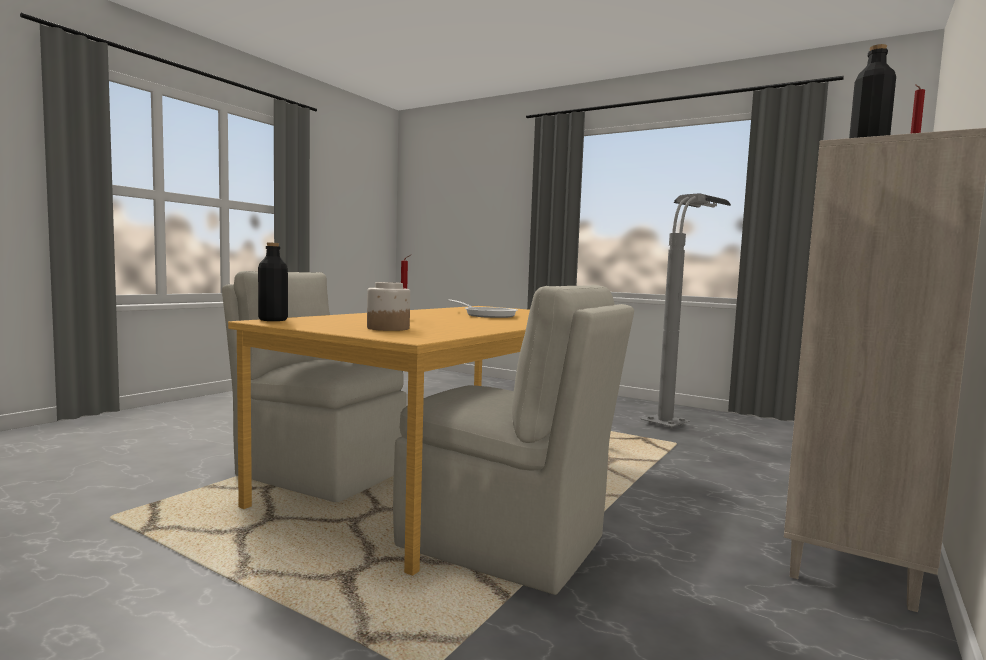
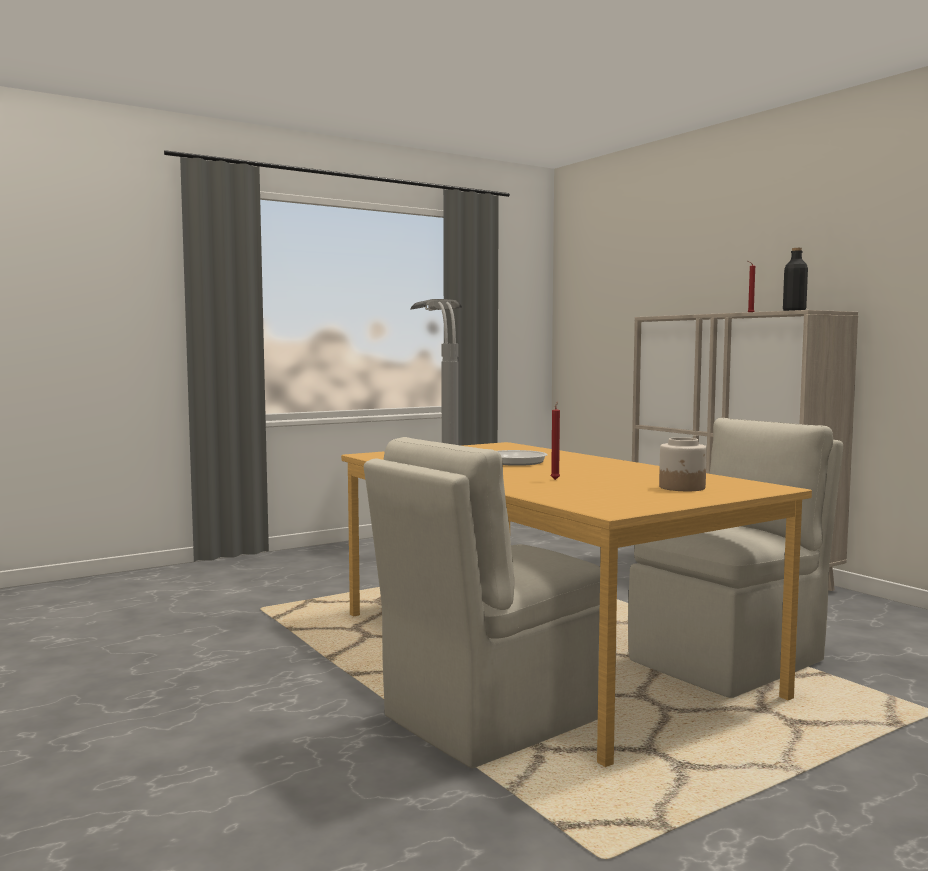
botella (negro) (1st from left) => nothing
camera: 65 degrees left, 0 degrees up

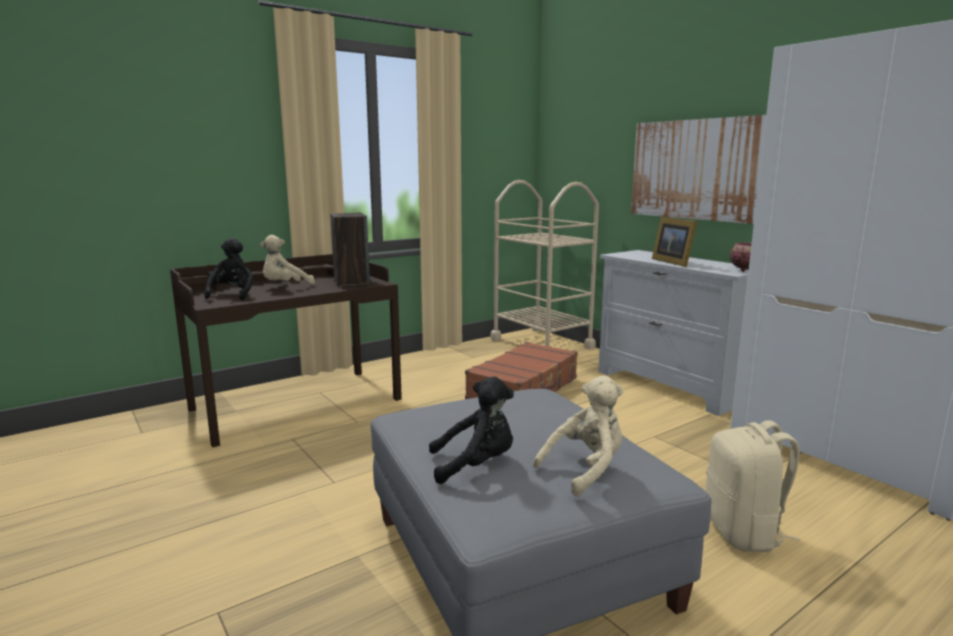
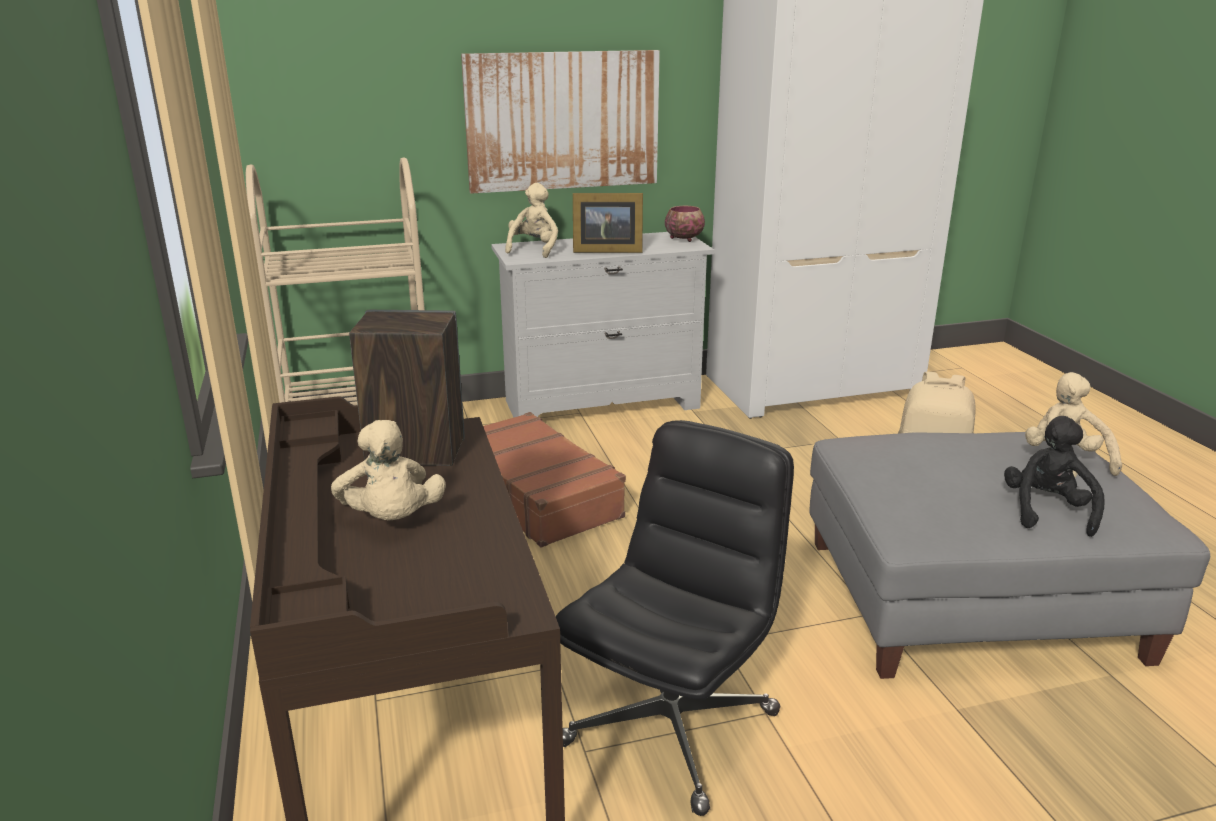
peluche (negro) (1st from left) => nothing
nothing => peluche (beis) (2nd from left)
nothing => silla de oficina (negro)
camera: 70 degrees left, 10 degrees up

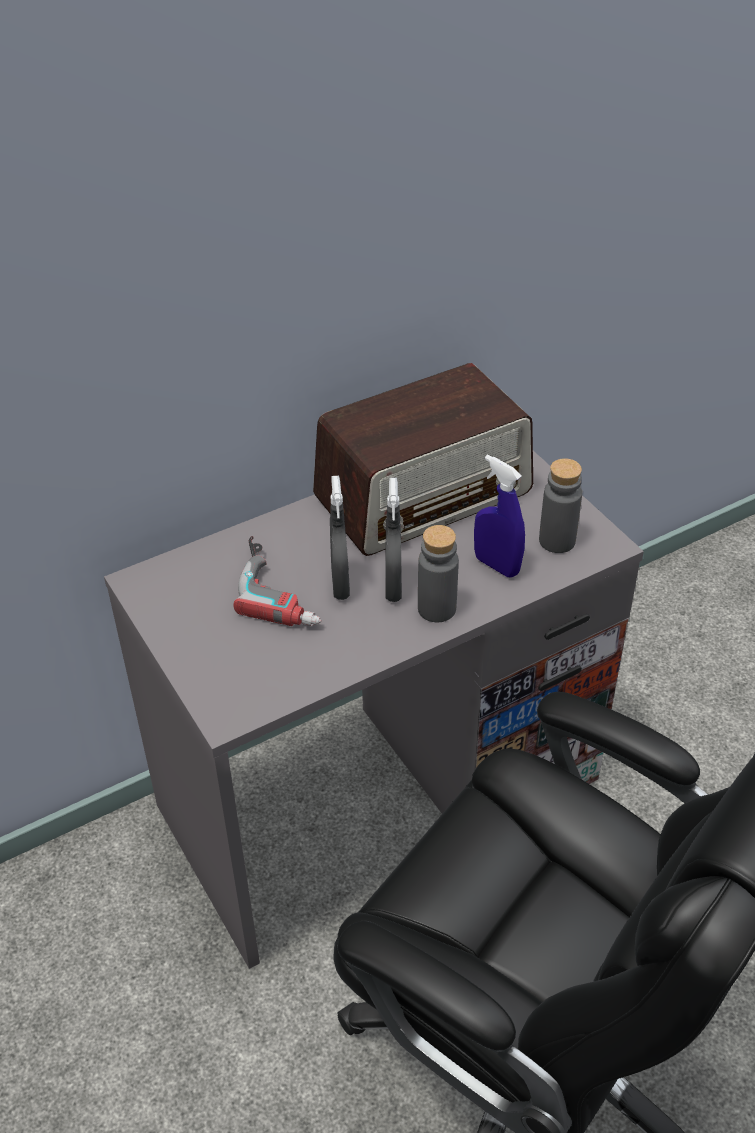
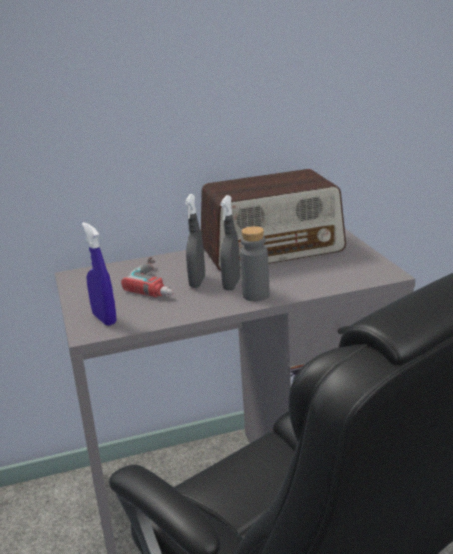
botella (gris) (2nd from left) => nothing
pulverizador (azul), moved
camera: 15 degrees right, 20 degrees down

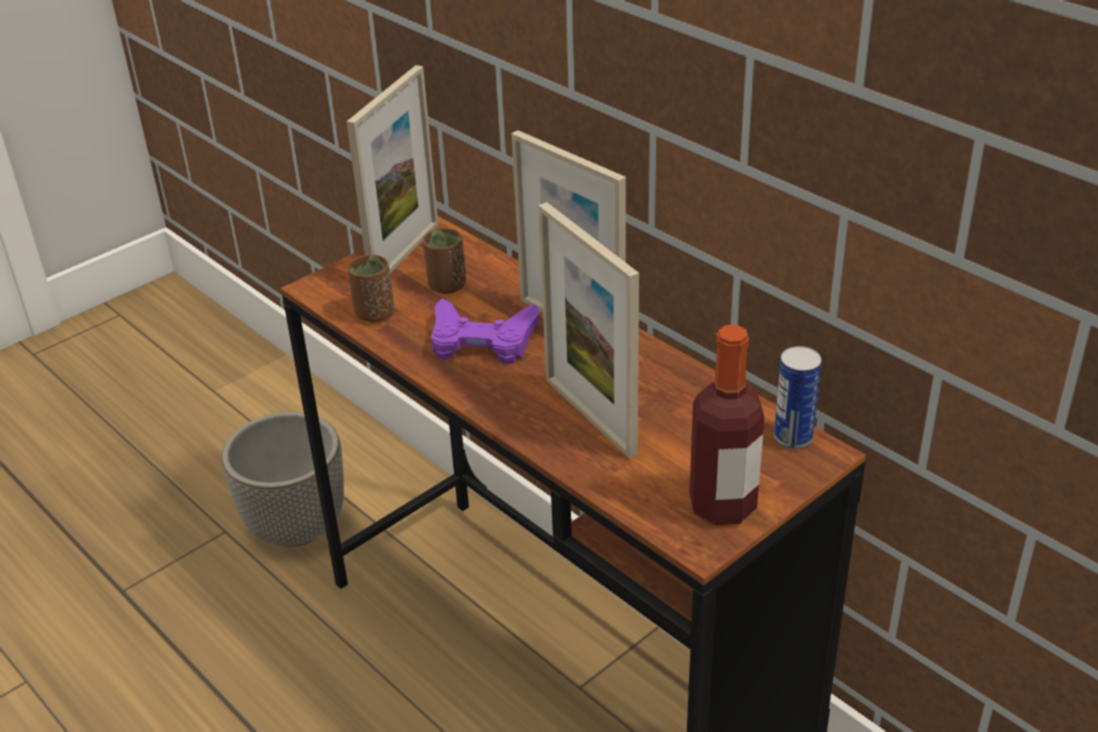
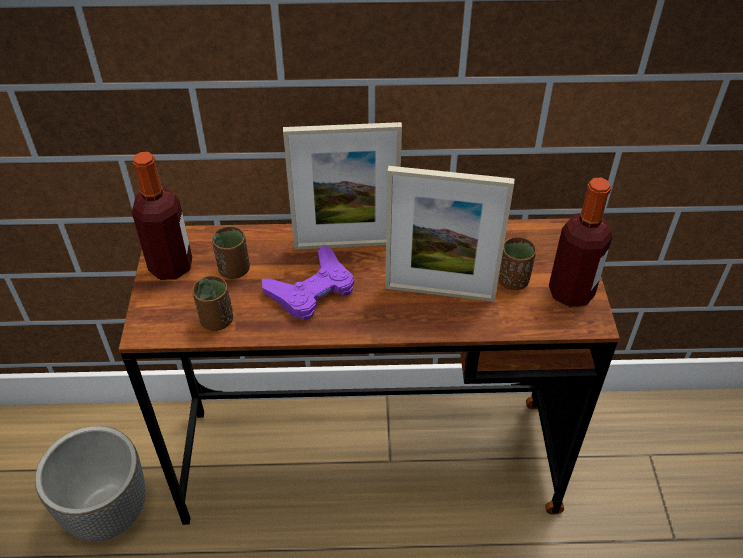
lata => nothing
nothing => taza (marrón) (3rd from left)
portarretratos (1st from left) => botella (1st from left)
camera: 50 degrees left, 10 degrees up

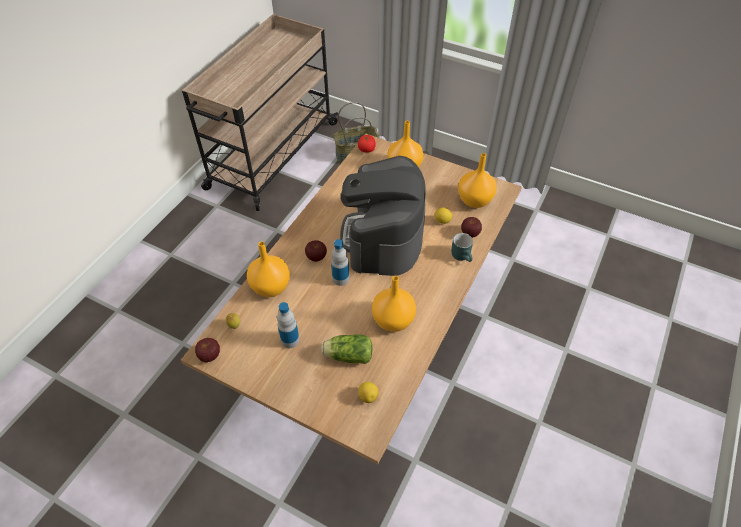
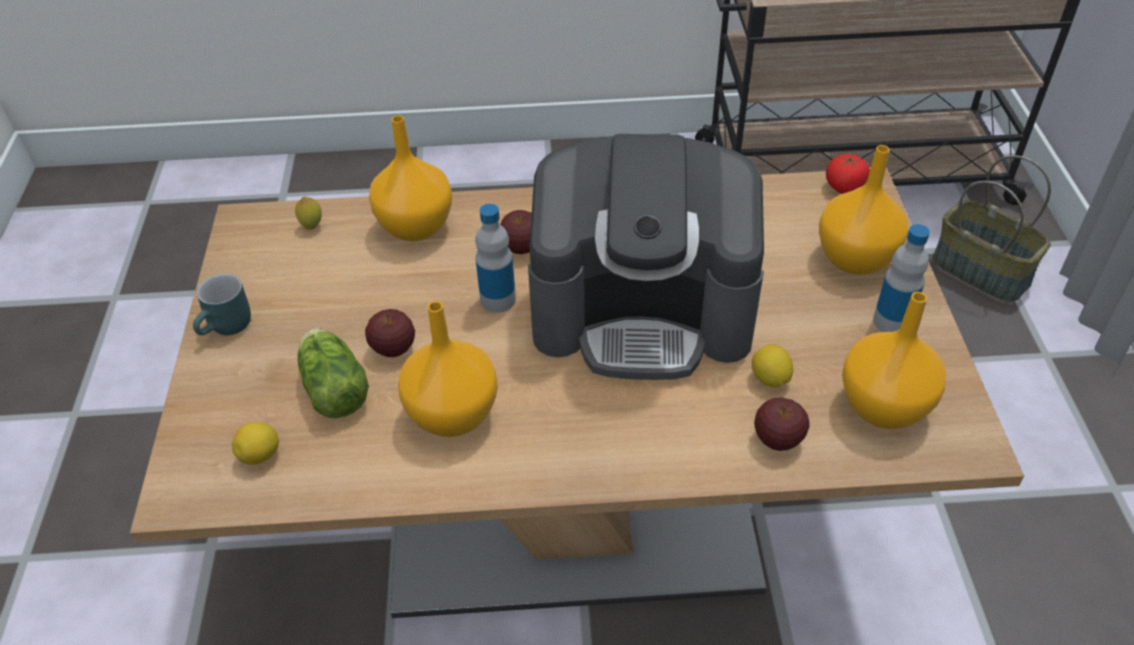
manzana (1st from left), moved
botella (1st from left in the first image) => botella (2nd from left), moved
taza grande (turquesa), moved
cafetera, 150 degrees counterclockwise
camera: 60 degrees right, 5 degrees down

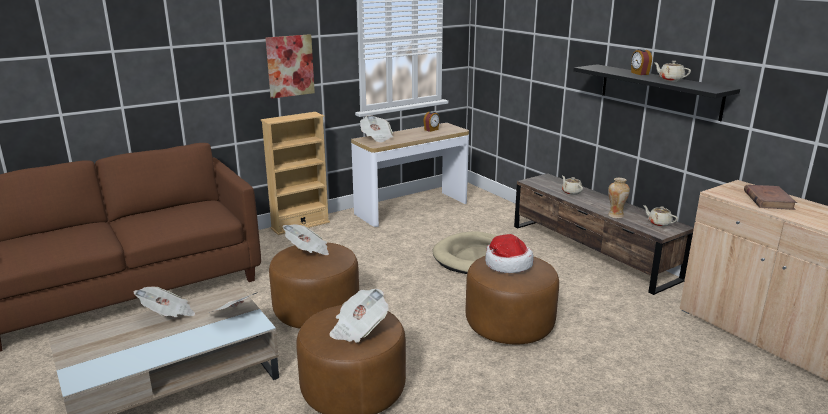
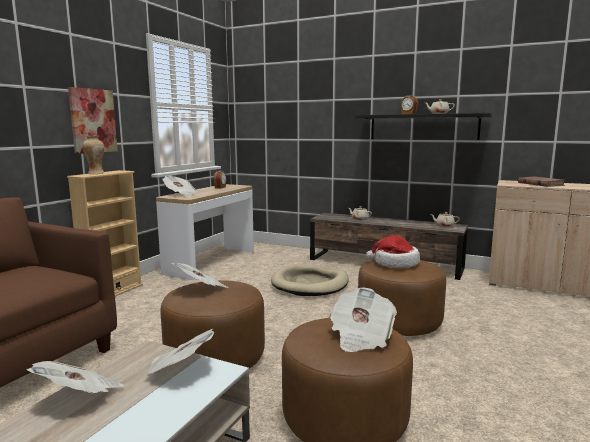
florero, moved
camera: 30 degrees left, 10 degrees down

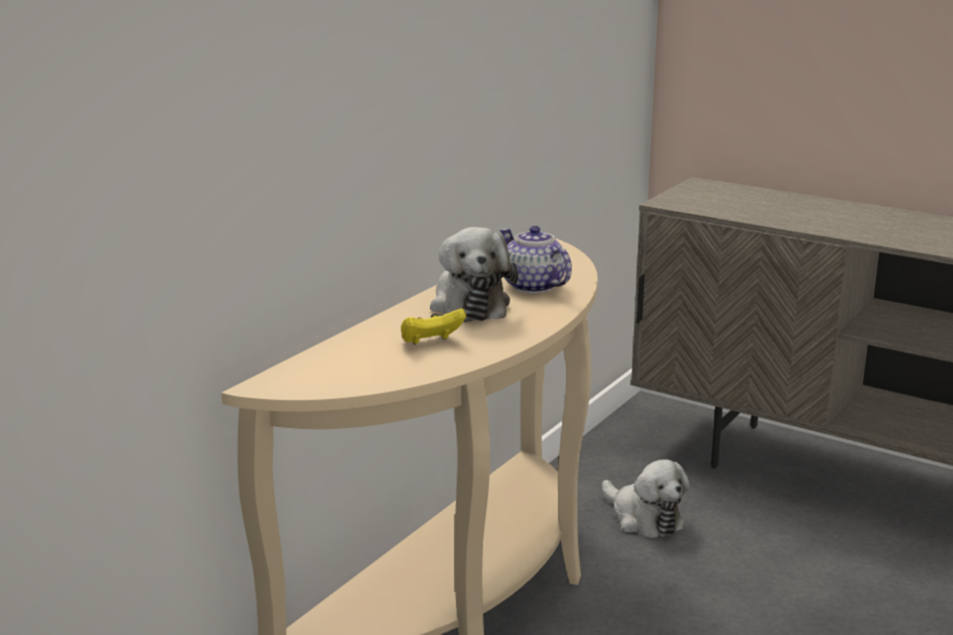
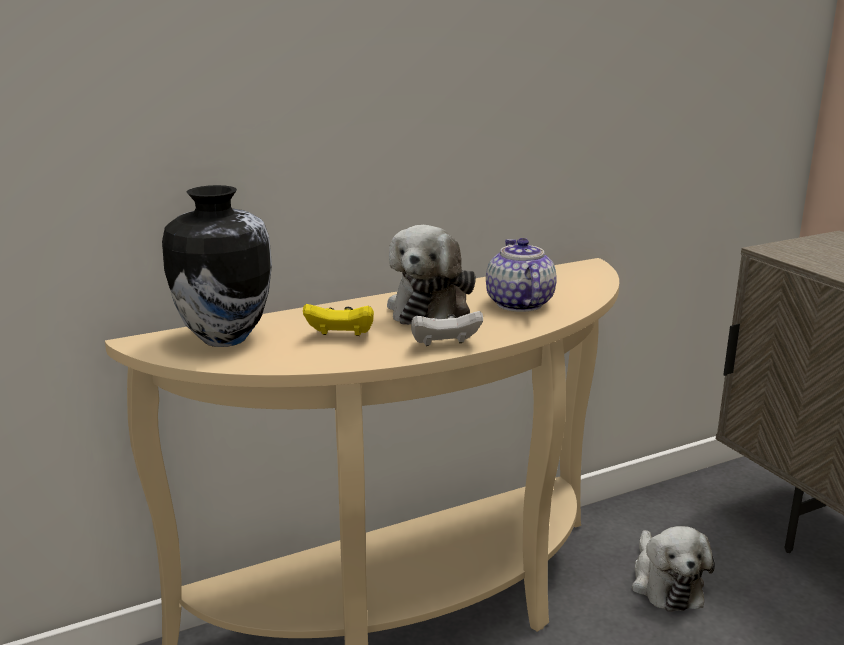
nothing => florero
nothing => mando de consola (blanco)
camera: 30 degrees right, 0 degrees up

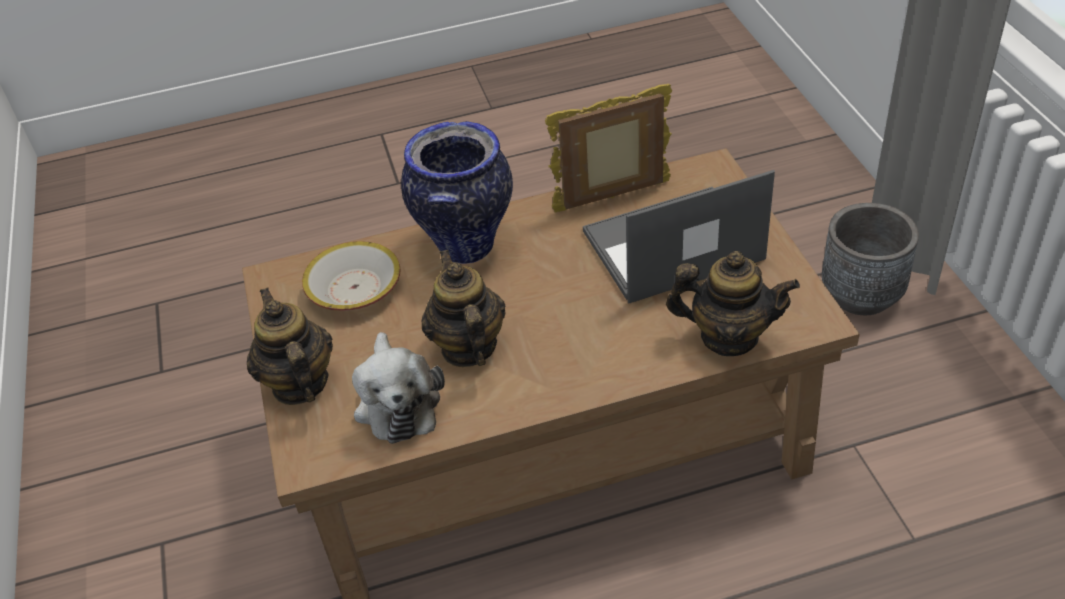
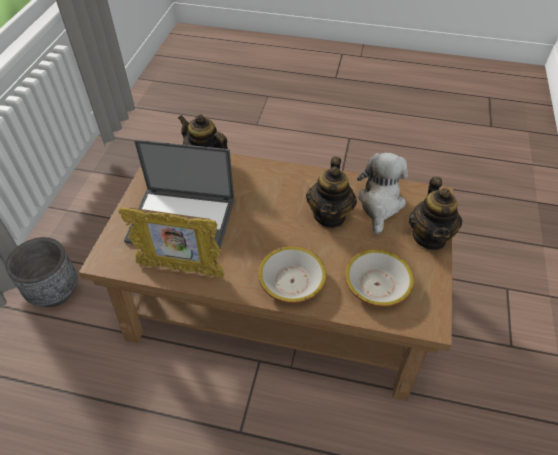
florero => cuenco (1st from left)
camera: 155 degrees left, 5 degrees up

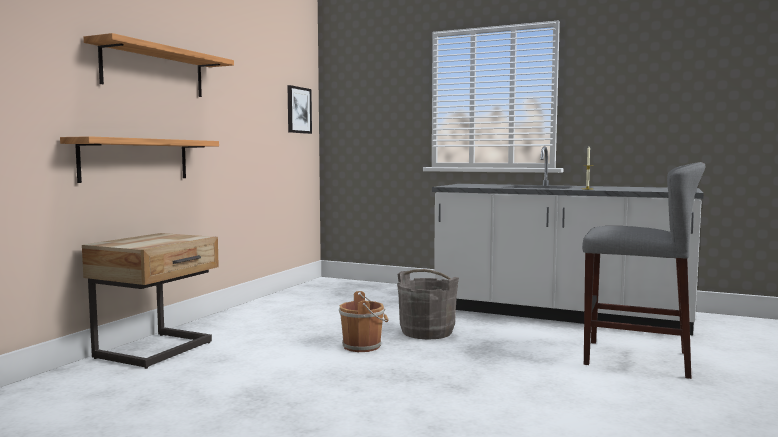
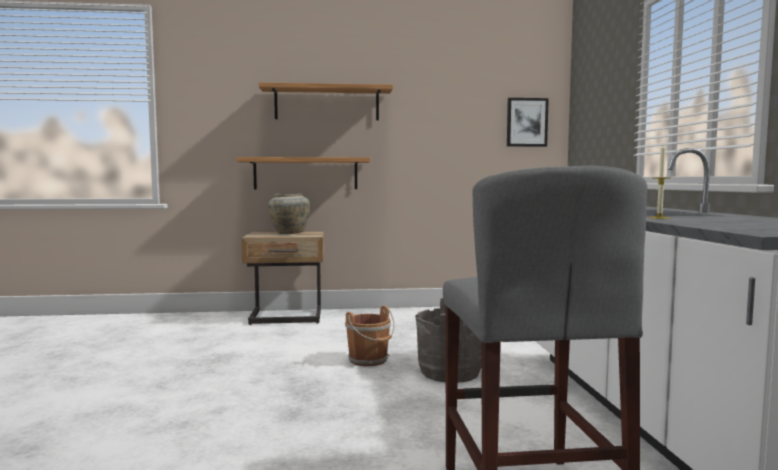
nothing => florero (beis)
camera: 60 degrees right, 0 degrees up

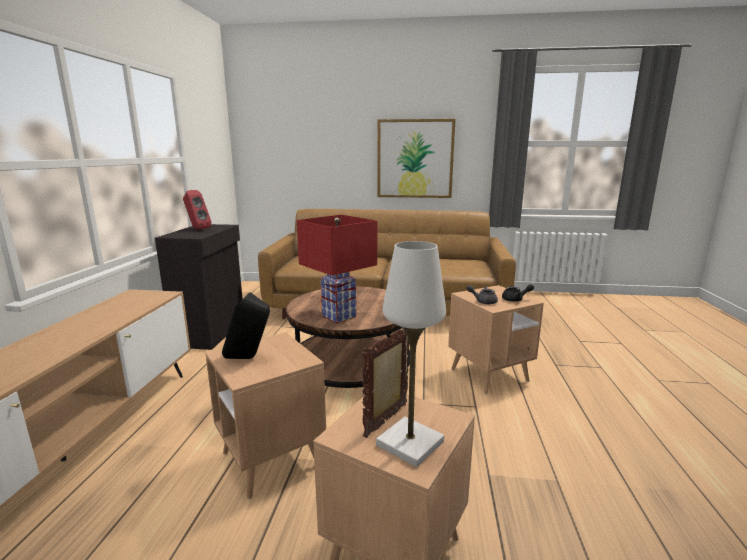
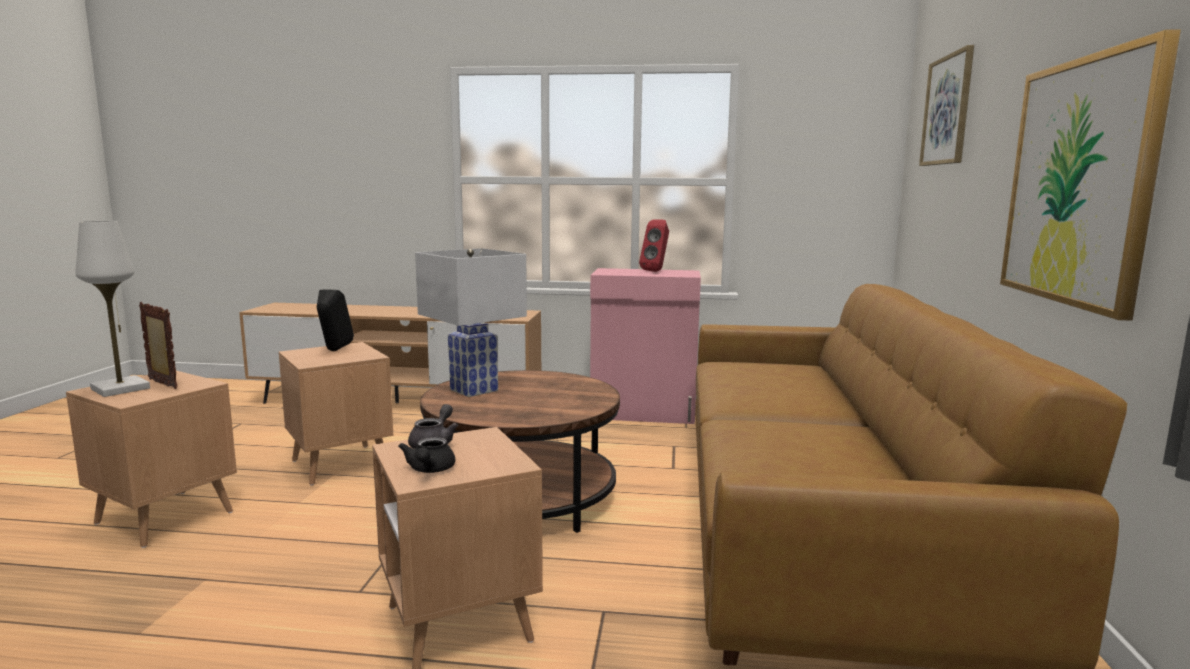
nothing => cuadro (1st from left)
armario (negro) => armario (rosa)
lámpara de mesa (rojo) => lámpara de mesa (blanco) (2nd from left)
camera: 90 degrees right, 5 degrees down

